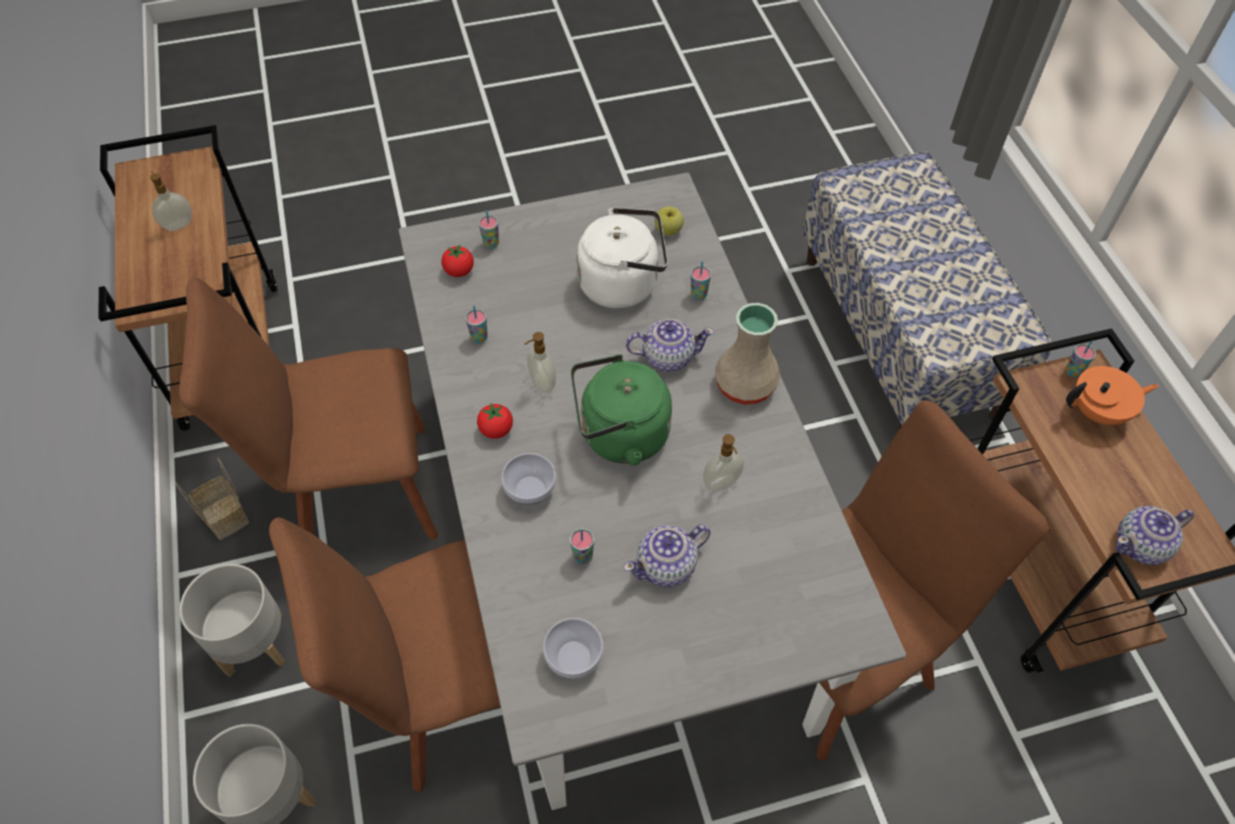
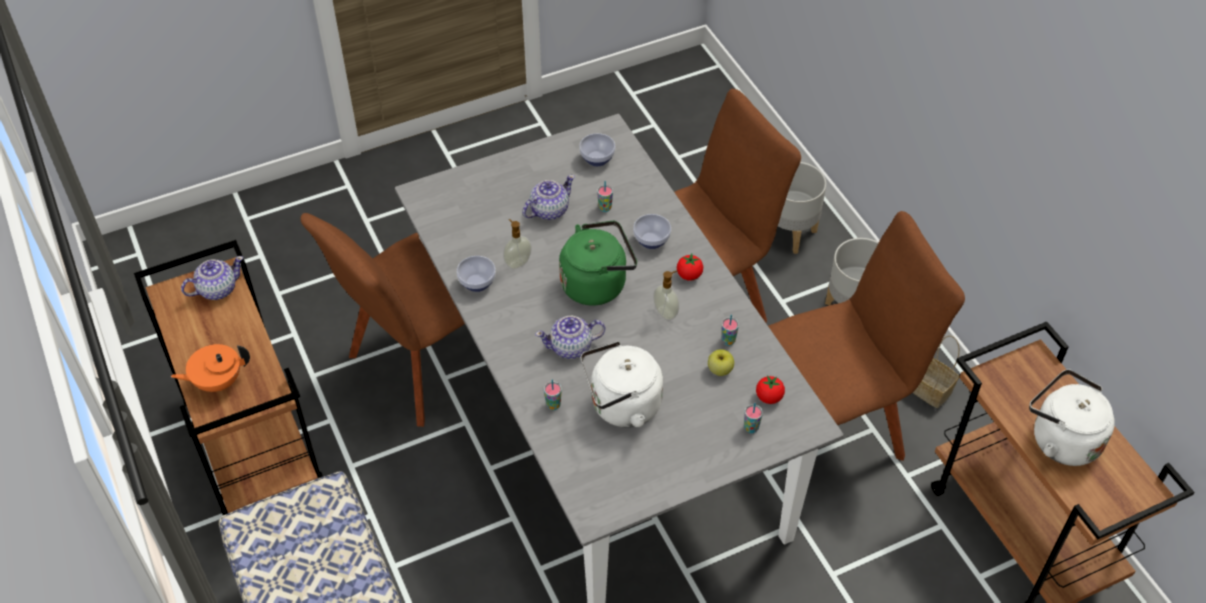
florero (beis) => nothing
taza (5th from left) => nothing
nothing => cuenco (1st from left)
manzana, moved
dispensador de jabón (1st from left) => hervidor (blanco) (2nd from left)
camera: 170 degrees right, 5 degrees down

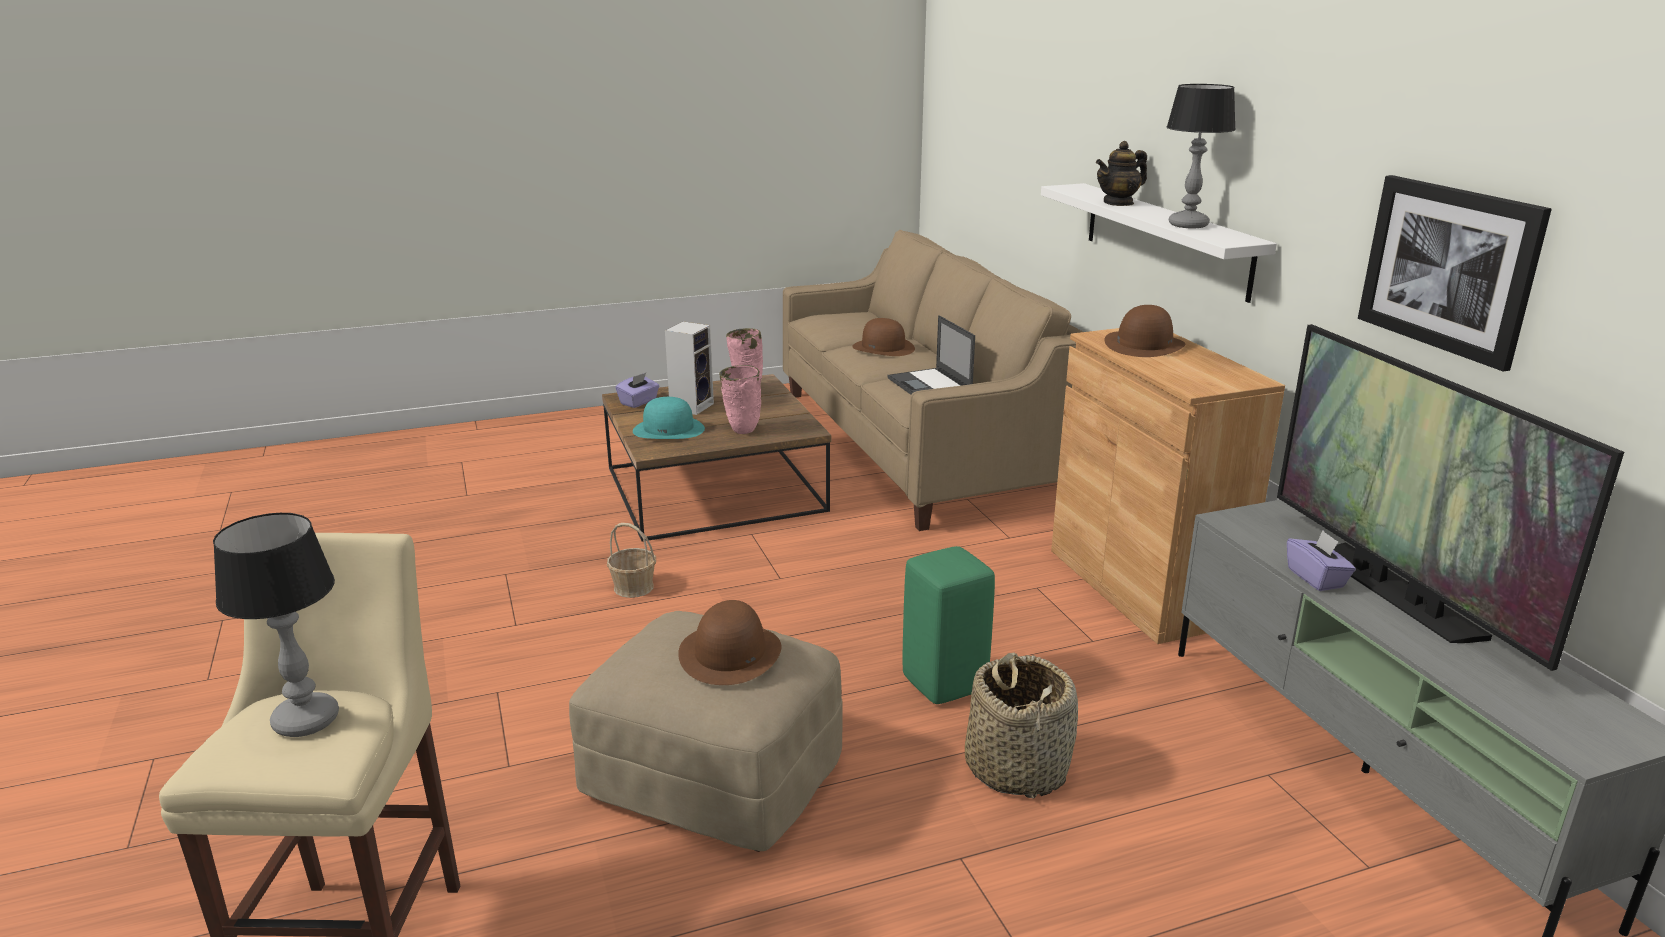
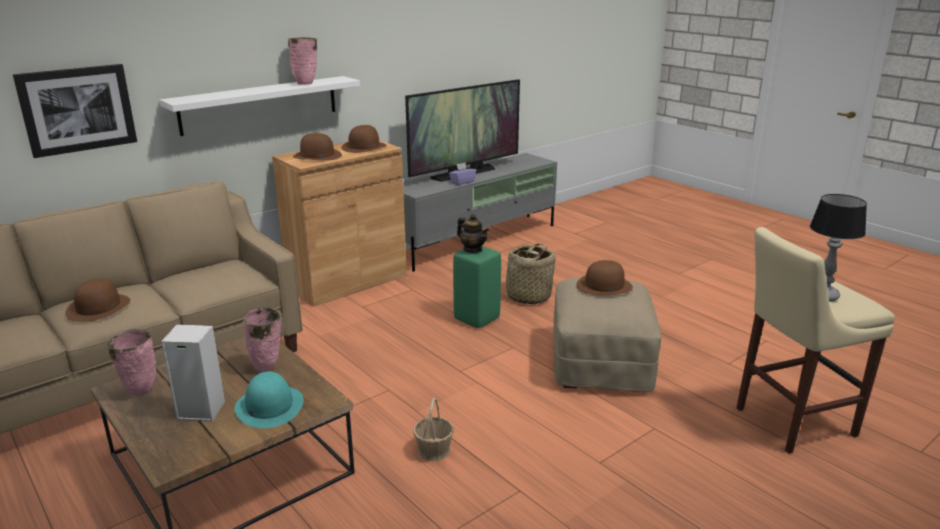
caja de pañuelos (morado) (1st from left) => nothing
portátil => nothing
nothing => sombrero (marrón) (3rd from left)
tetera, moved
cuadro, moved
lámpara de mesa (2nd from left) => florero (rosa) (3rd from left)
camera: 110 degrees left, 0 degrees up

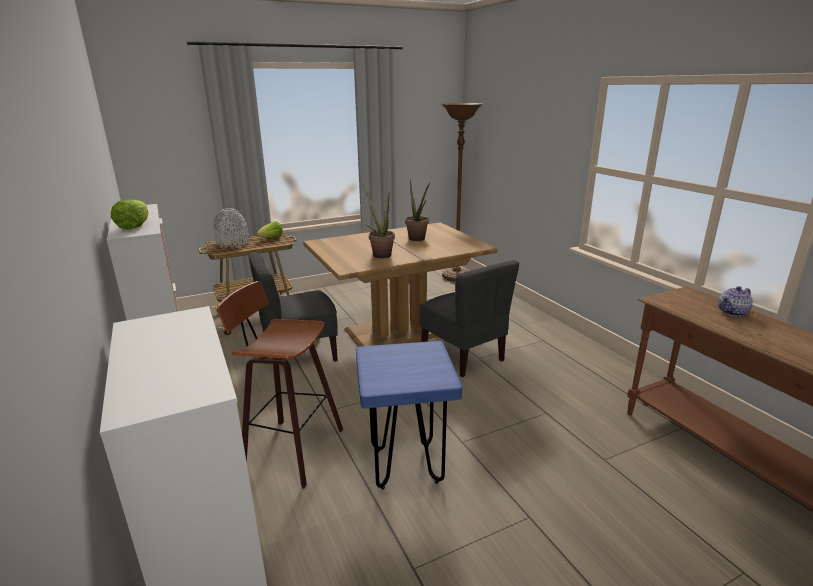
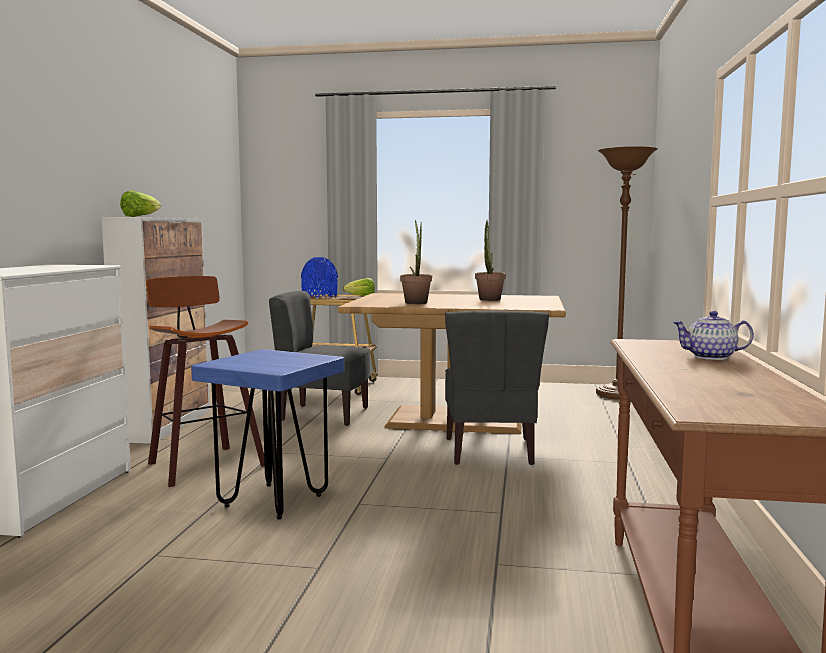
florero (gris) => florero (azul)
camera: 35 degrees right, 15 degrees down

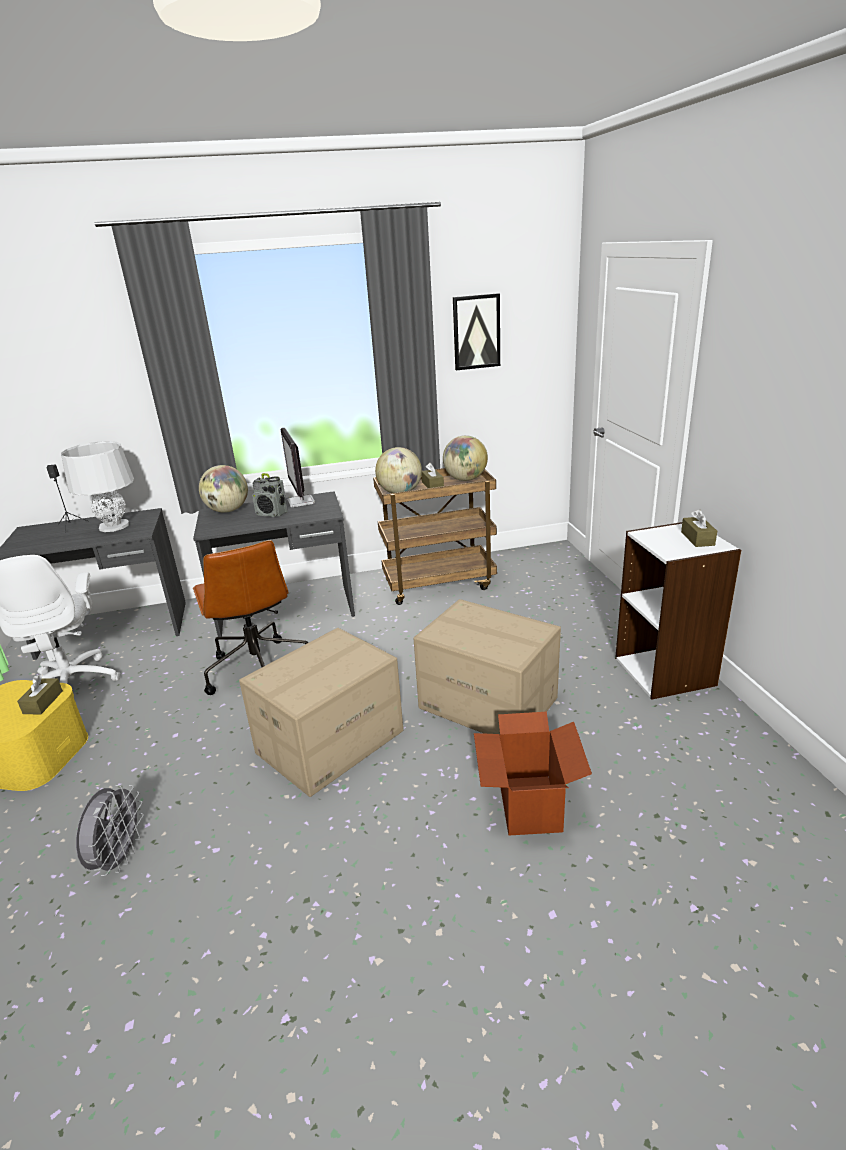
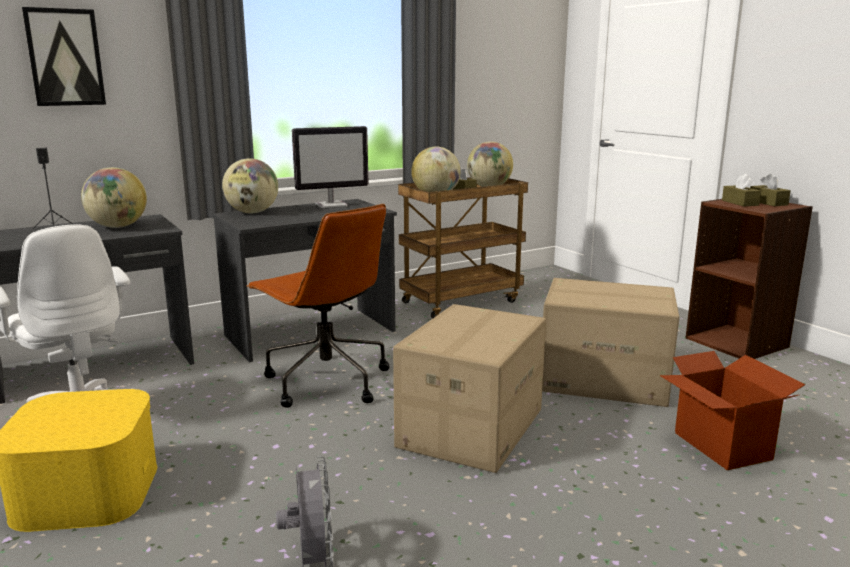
radio => nothing
caja de pañuelos (marrón) (1st from left in the first image) => caja de pañuelos (marrón) (2nd from left), moved
cuadro, moved
lámpara de mesa (gris) => globo terráqueo (1st from left)
estantería (blanco) => estantería (marrón)
monitor, 75 degrees counterclockwise
camera: 20 degrees left, 10 degrees down

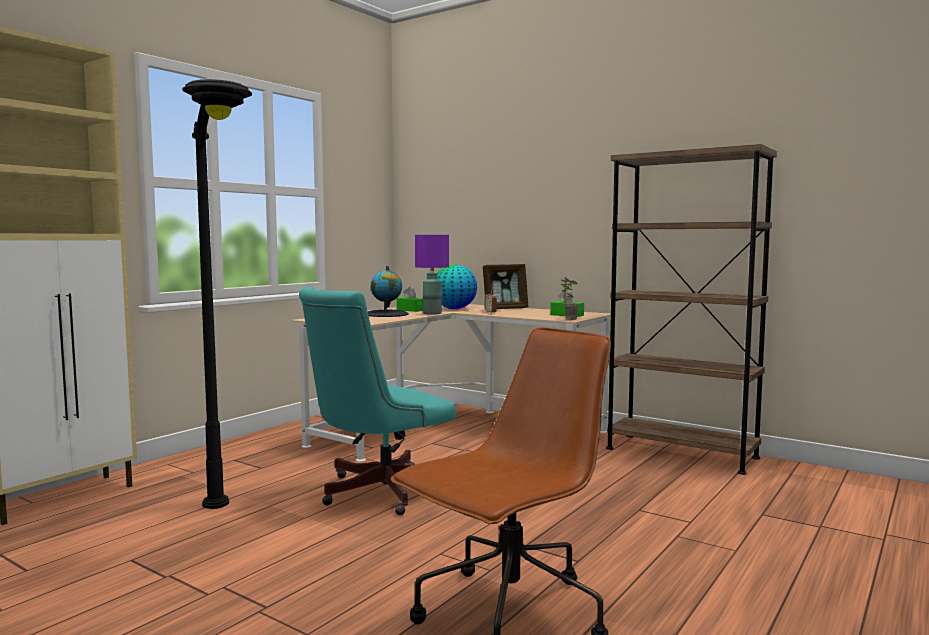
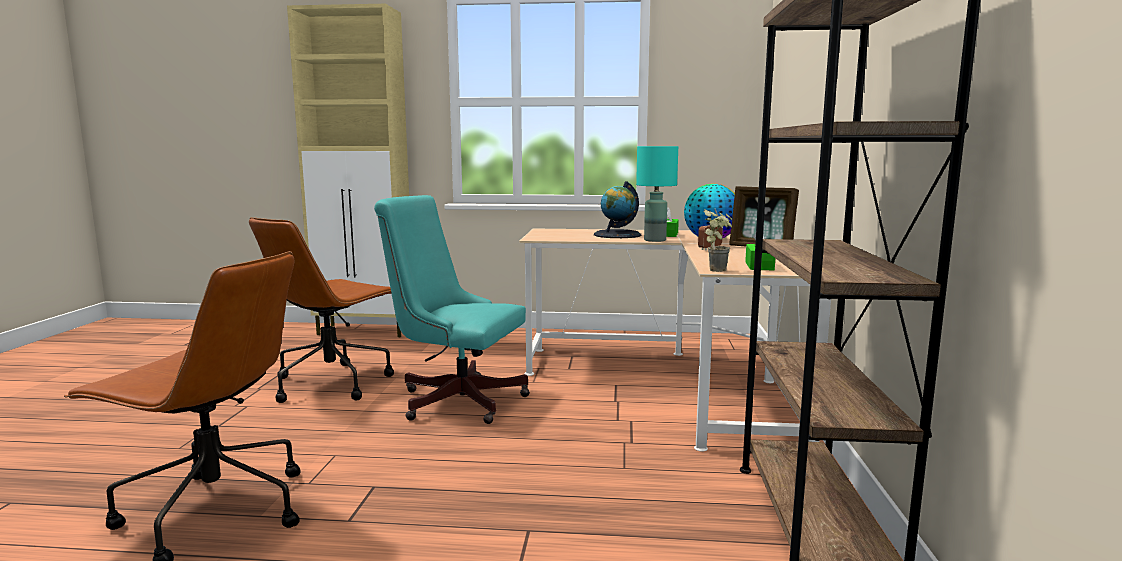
lámpara de pie (negro) => silla de oficina (marrón) (2nd from left)
lámpara de mesa (morado) => lámpara de mesa (turquesa)
camera: 60 degrees right, 5 degrees up

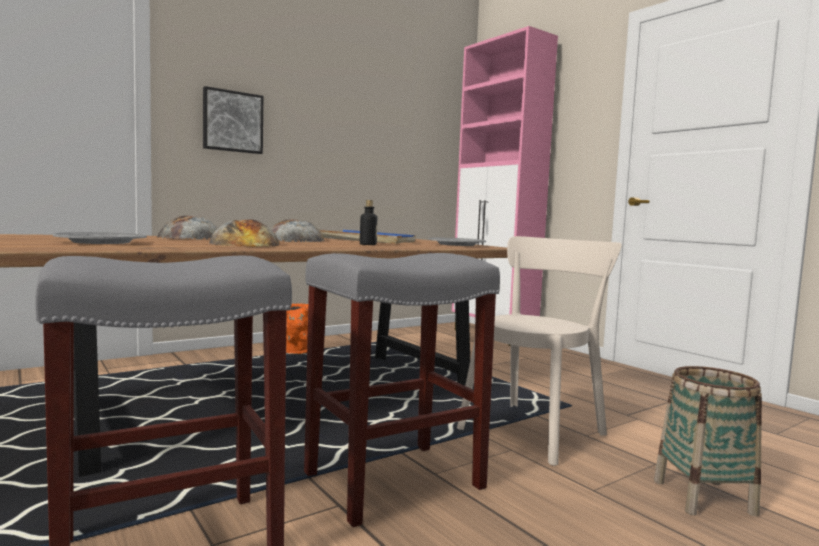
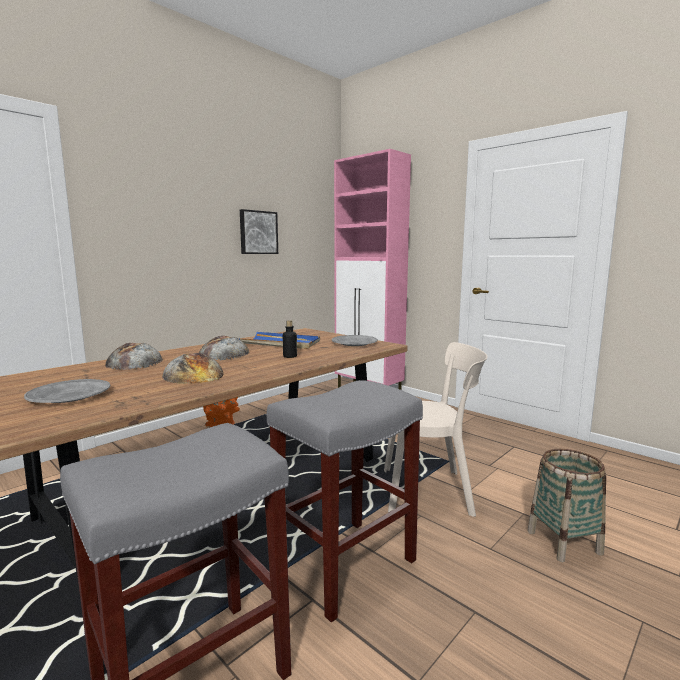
cuadro, moved
silla (beis), 60 degrees clockwise
camera: 10 degrees left, 5 degrees up

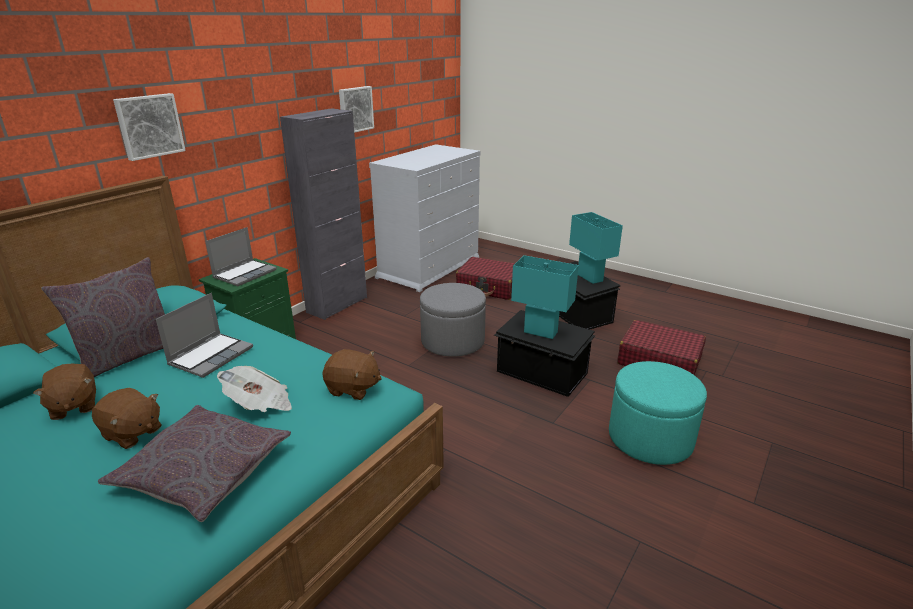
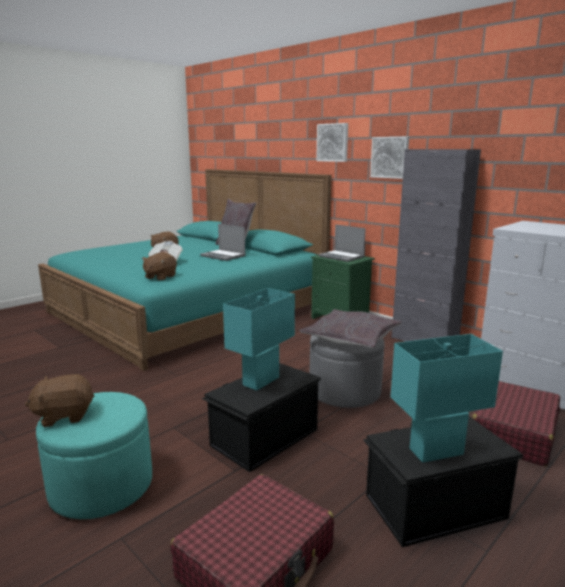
peluche (marrón) (1st from left), moved
cojín (gris) (2nd from left), moved
cuadro (2nd from left), moved
camera: 100 degrees right, 10 degrees down

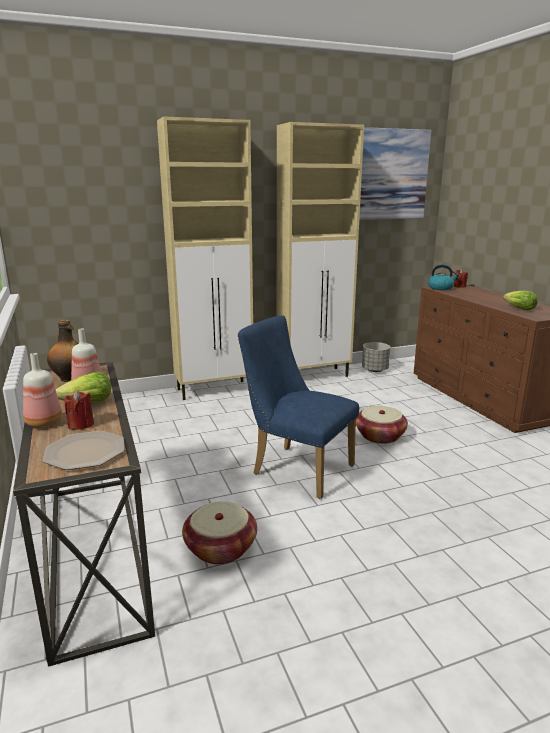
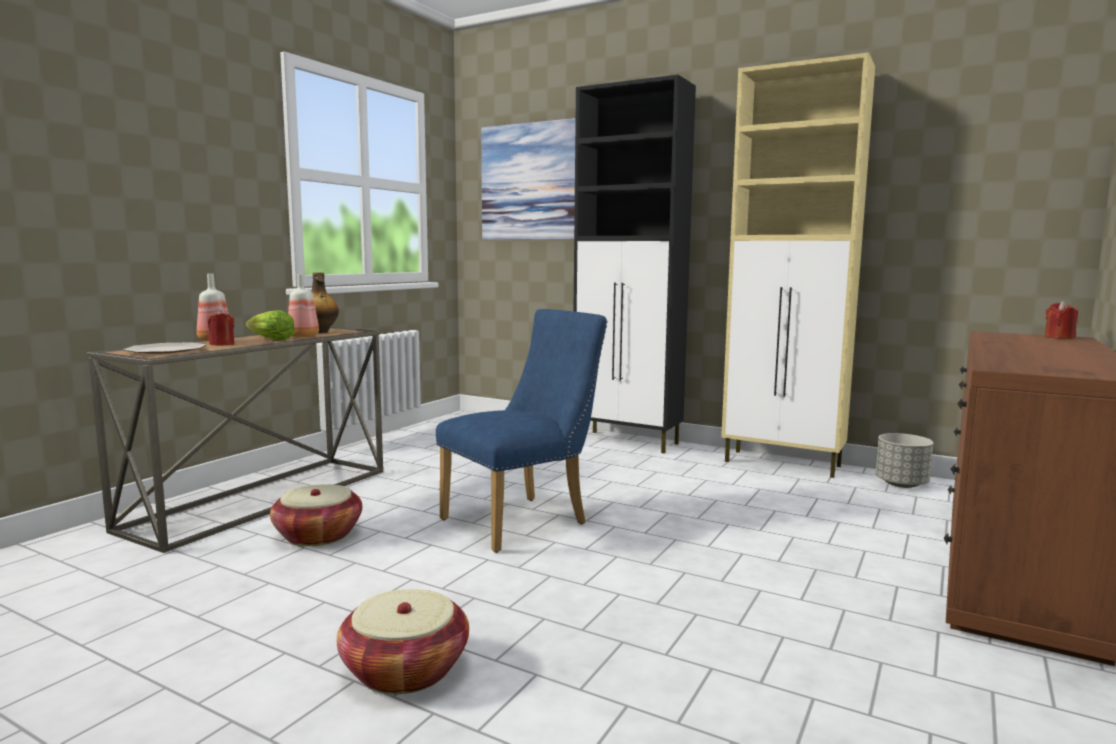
hervidor => nothing
lechuga (2nd from left) => nothing
cesta (2nd from left), moved
cuadro, moved
armario (beis) (1st from left) => armario (negro)
silla (azul), 60 degrees clockwise
camera: 50 degrees right, 10 degrees down

